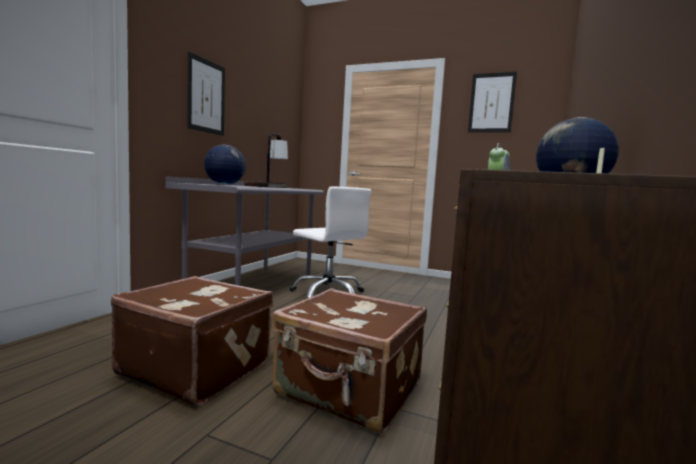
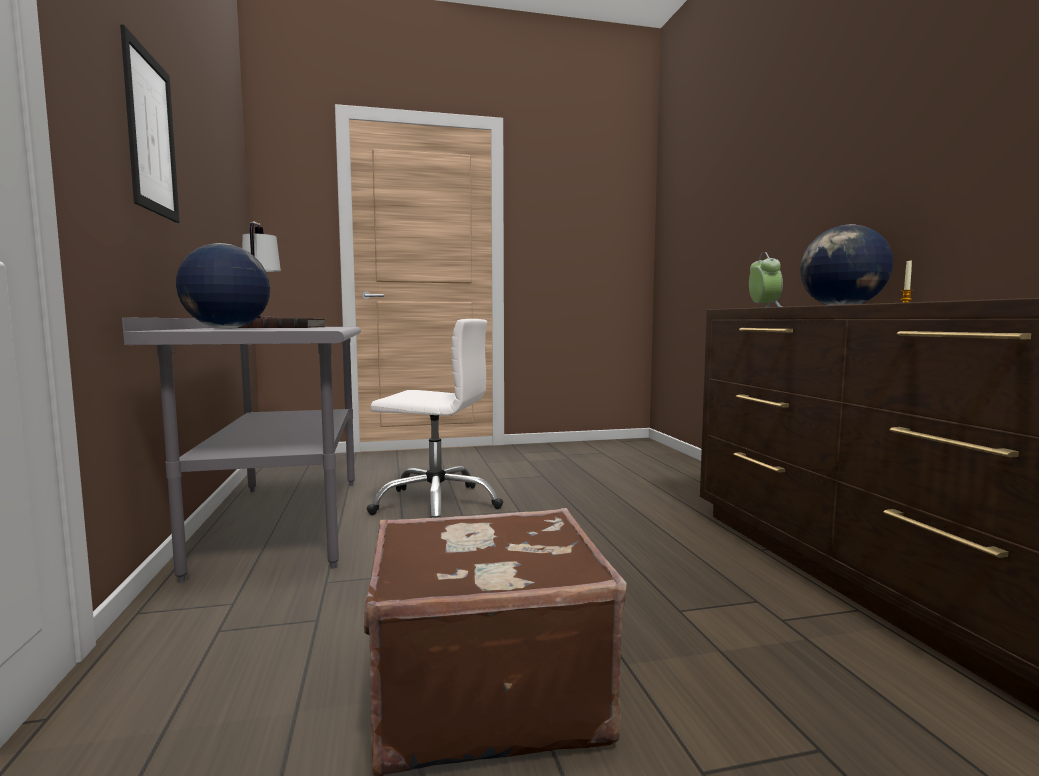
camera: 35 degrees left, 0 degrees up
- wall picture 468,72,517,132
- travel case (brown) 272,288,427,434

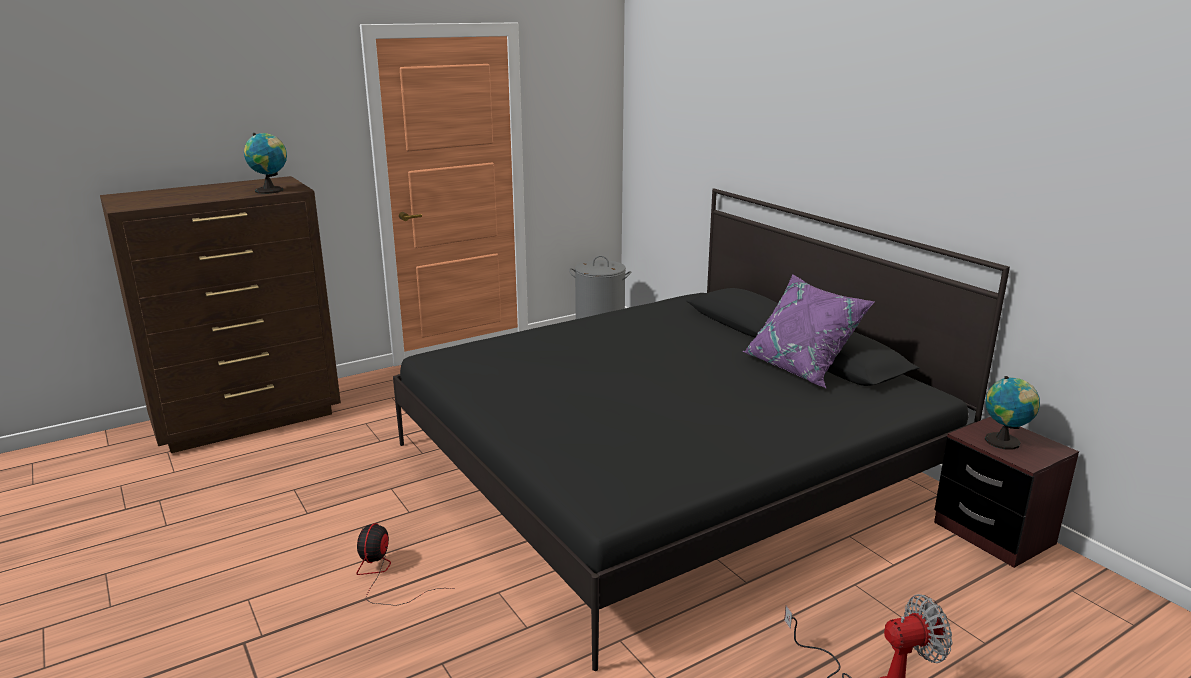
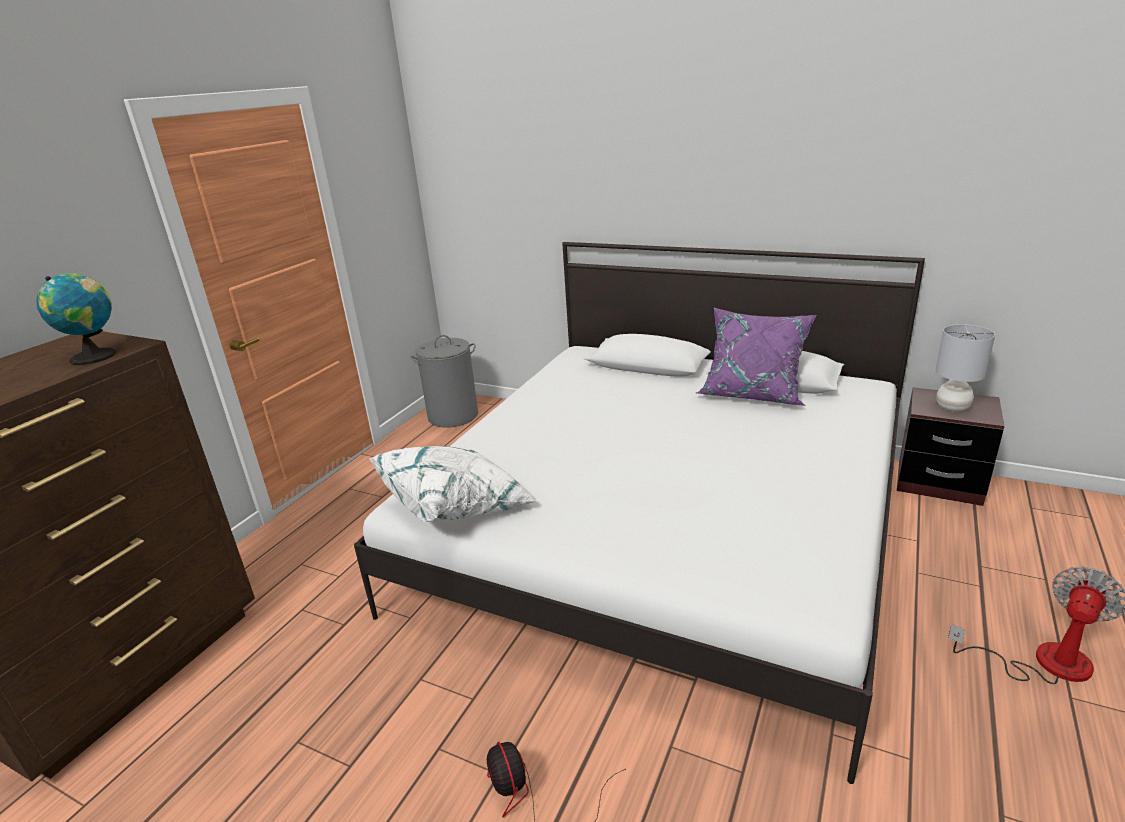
camera: 30 degrees left, 5 degrees up
~ bedroom bed (blackish) 393,188,1010,671 to bedroom bed (whitish) 354,242,925,784
~ desk globe 985,376,1040,450 to tabletop lamp (greyish) 935,324,995,411
+ pillow (whitish) 369,446,538,522

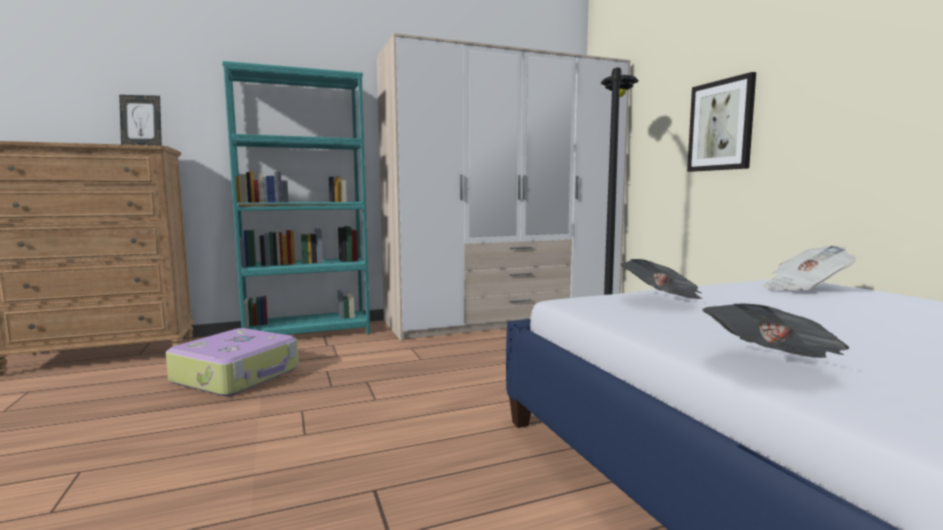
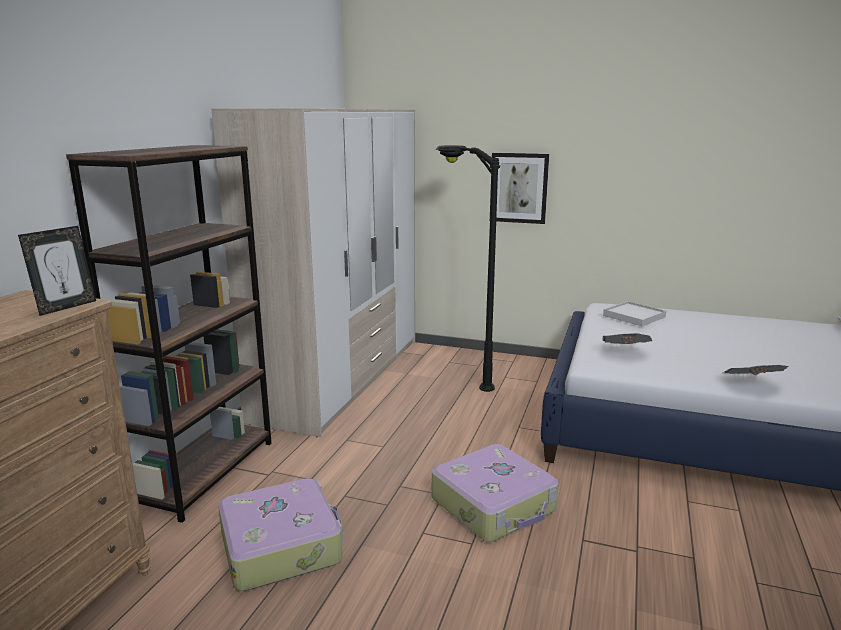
camera: 50 degrees left, 10 degrees up
~ bookcase (turquoise-coloured) 222,61,370,335 to bookcase (brown) 66,145,272,523
~ daily paper 764,246,856,290 to tray (whitish) 603,301,666,326
+ travel case 432,444,559,542

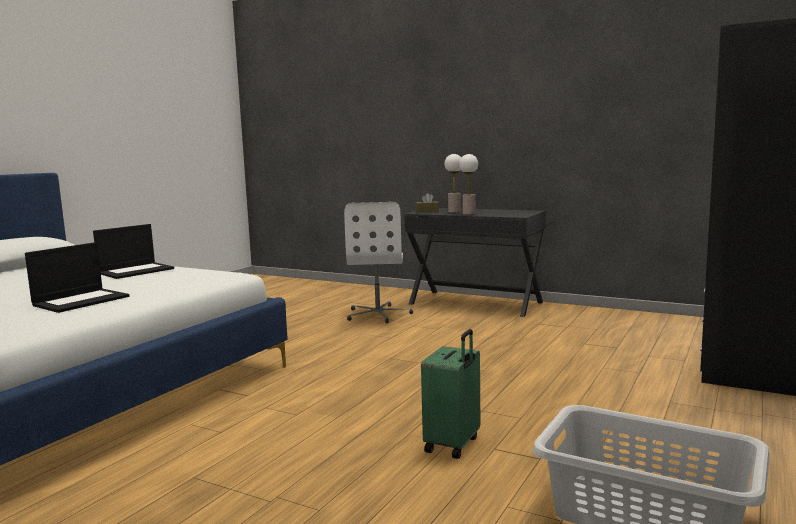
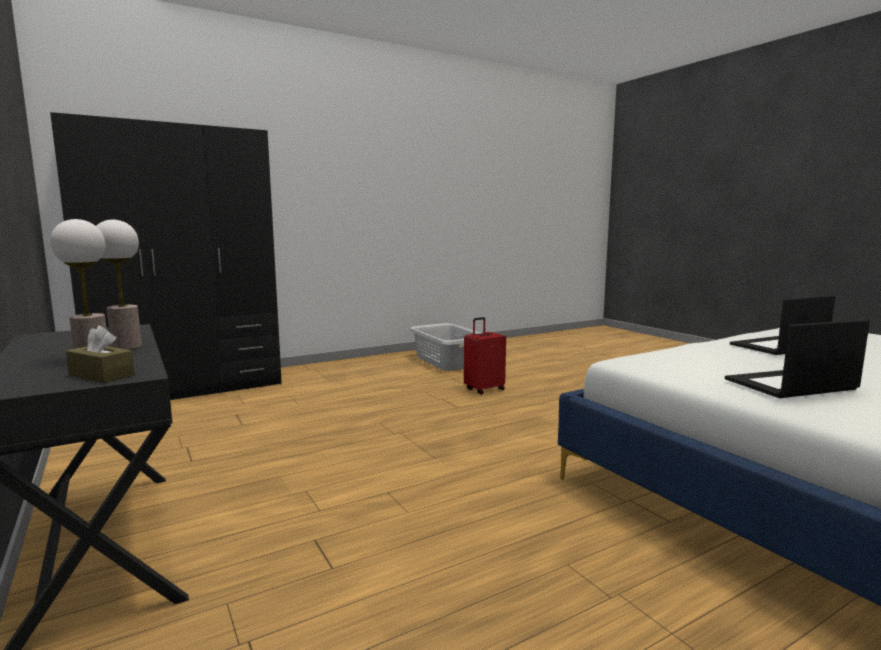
camera: 150 degrees left, 0 degrees up
- desk chair (whitish) 344,202,413,323
~ travel case (green-coloured) 421,329,480,459 to travel case (red-coloured) 464,317,506,395

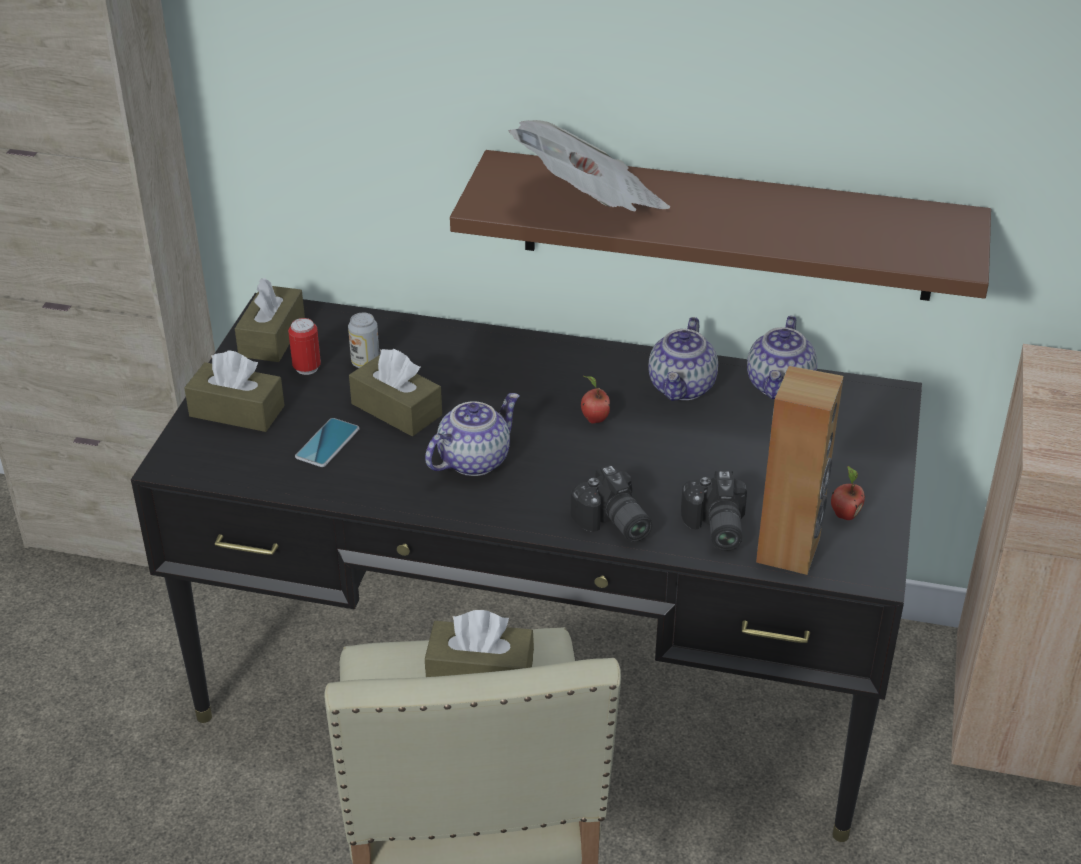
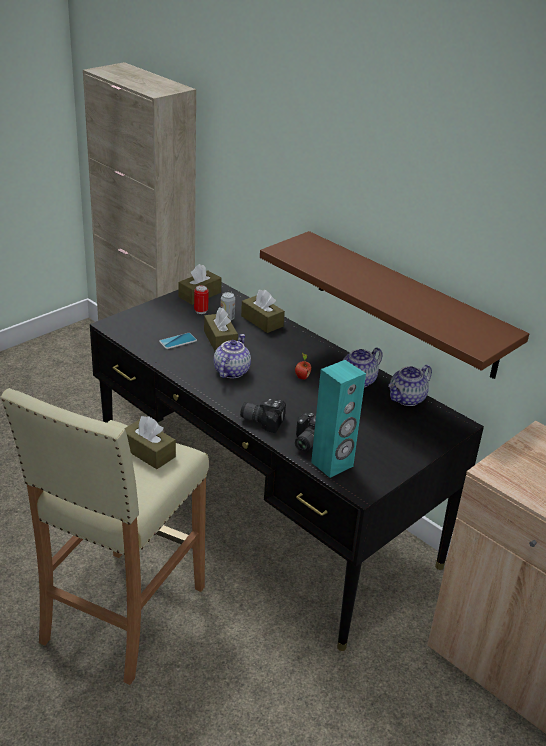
camera: 30 degrees right, 5 degrees down
- daily paper 508,120,670,212
~ box of tissues (brown) 184,350,285,432 to 241,290,285,333
~ loudspeaker (brown) 756,366,844,575 to loudspeaker (turquoise-coloured) 311,360,366,478
~ tea pot 425,393,520,476 = 214,334,251,378 60 degrees counterclockwise
~ photo camera 571,465,652,542 = 240,399,286,433 105 degrees clockwise
- whole apple 831,466,865,520

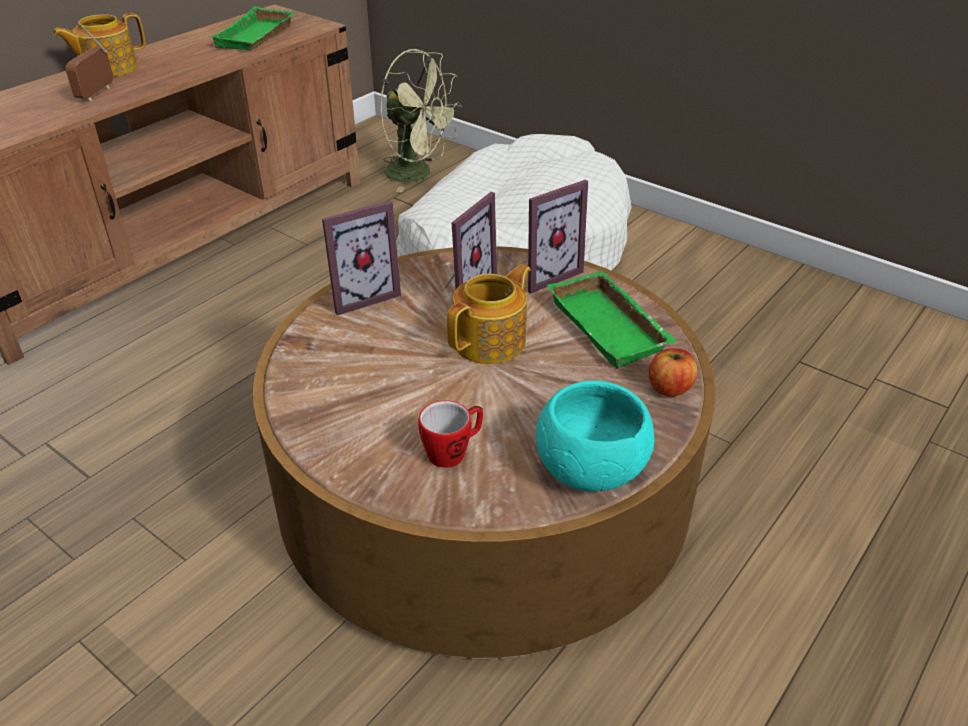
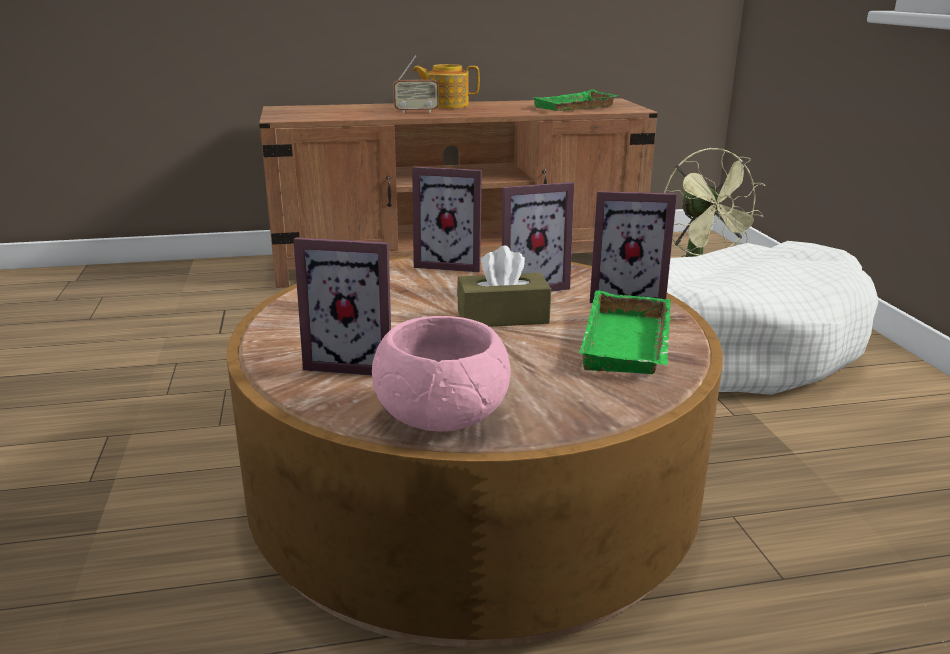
camera: 40 degrees right, 15 degrees down
~ radio set 66,26,113,101 = 393,55,439,113 150 degrees counterclockwise
~ tea pot 447,264,531,364 to box of tissues (brown) 457,246,551,327
- whole apple 649,348,697,397
~ deep dish (turquoise-coloured) 536,381,655,492 to deep dish (pink) 372,316,510,432
~ tea mug 418,400,483,468 to standing frame 293,237,391,375

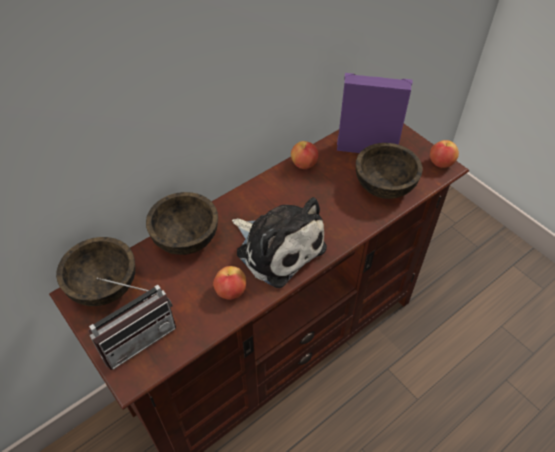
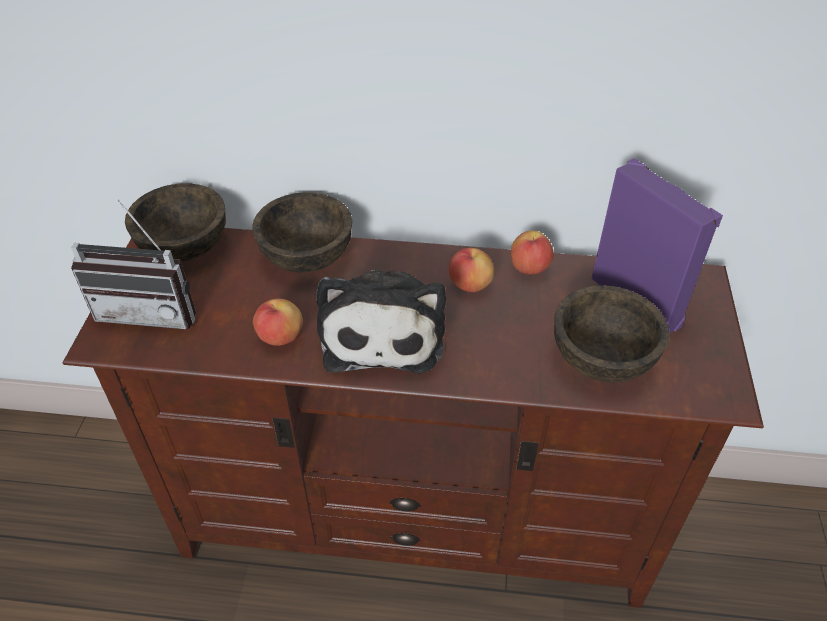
camera: 45 degrees right, 5 degrees down
~ whole apple 430,140,459,168 to 449,248,494,292

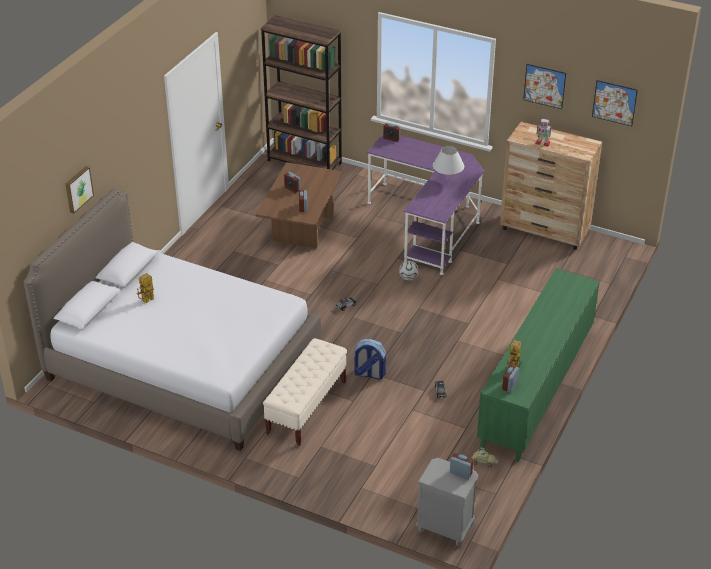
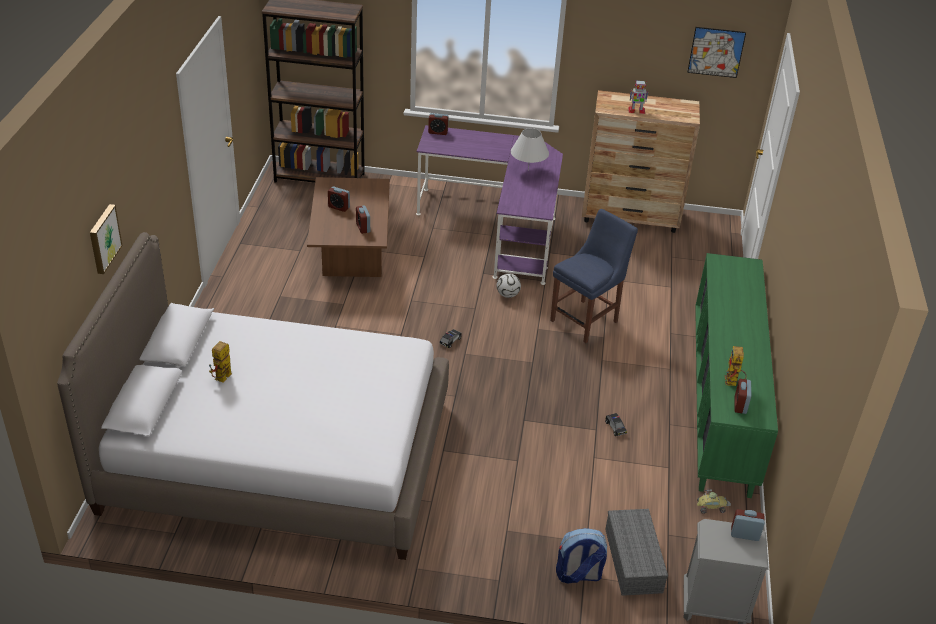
camera: 20 degrees left, 0 degrees up
- wall picture 523,64,566,109
- bench (sand-coloured) 263,338,347,446
~ rucksack 353,339,386,380 to 556,528,607,584
+ upright chair (blue) 550,209,638,343
+ storage container (greyish) 605,509,668,596

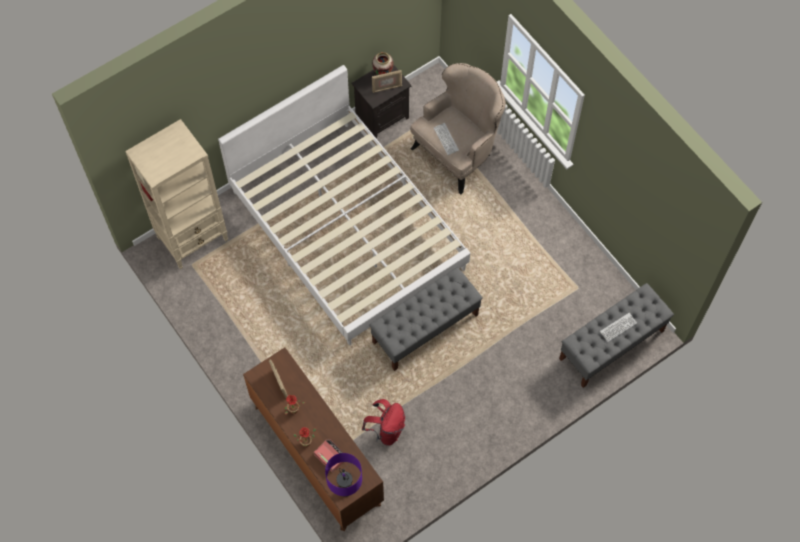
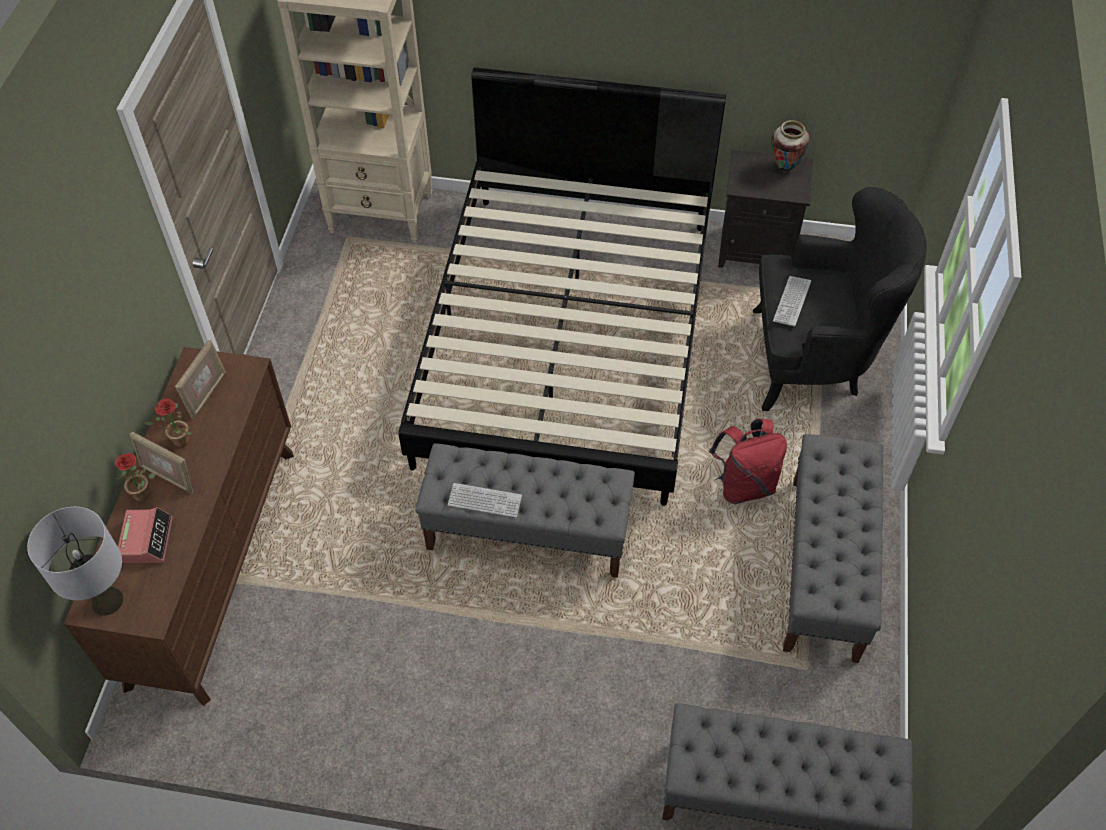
camera: 45 degrees right, 10 degrees down
~ lounge chair (sand-coloured) 410,63,506,194 to lounge chair (blackish) 753,187,927,411
~ bedroom bed (whitish) 218,65,470,345 to bedroom bed (blackish) 398,67,726,506
~ standing frame 372,70,402,93 to 130,432,194,493
~ PC keyboard 600,313,637,342 to 448,483,522,517
~ rucksack (red-coloured) 362,399,405,446 to 709,419,787,504
~ tabletop lamp (purple) 325,453,362,497 to tabletop lamp (greyish) 27,507,123,616
+ bench (greyish) 783,434,883,663

